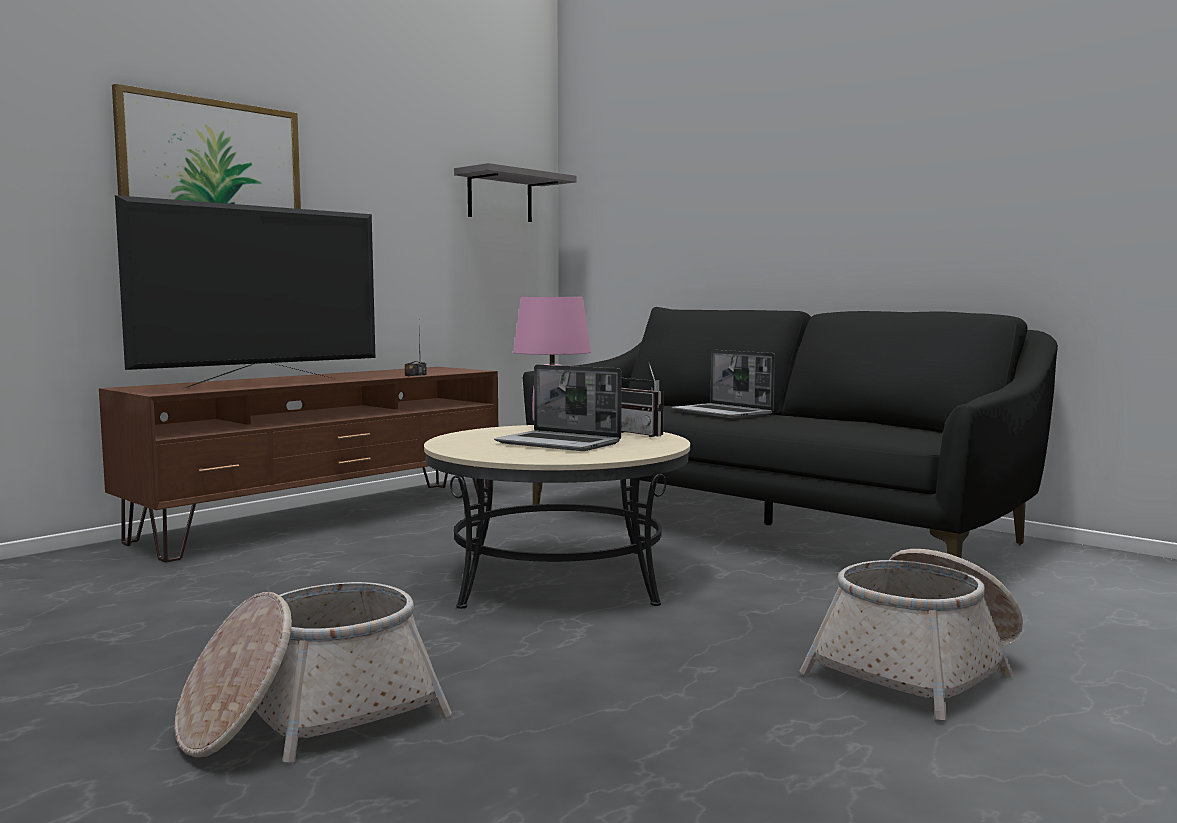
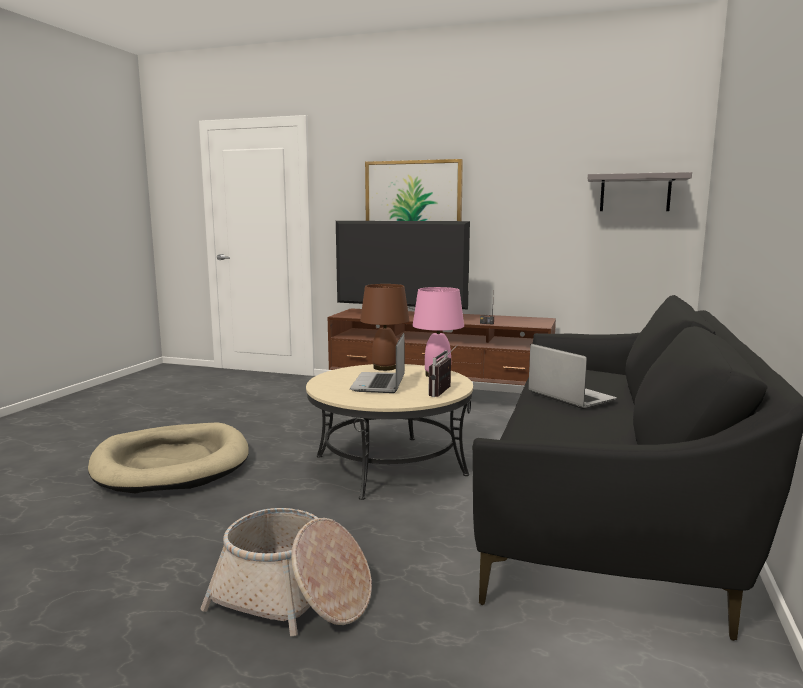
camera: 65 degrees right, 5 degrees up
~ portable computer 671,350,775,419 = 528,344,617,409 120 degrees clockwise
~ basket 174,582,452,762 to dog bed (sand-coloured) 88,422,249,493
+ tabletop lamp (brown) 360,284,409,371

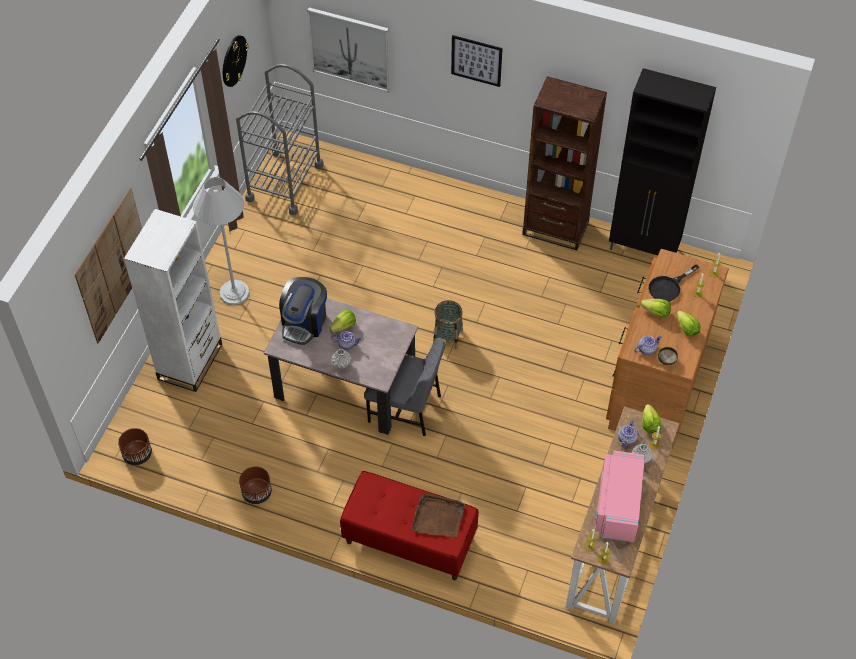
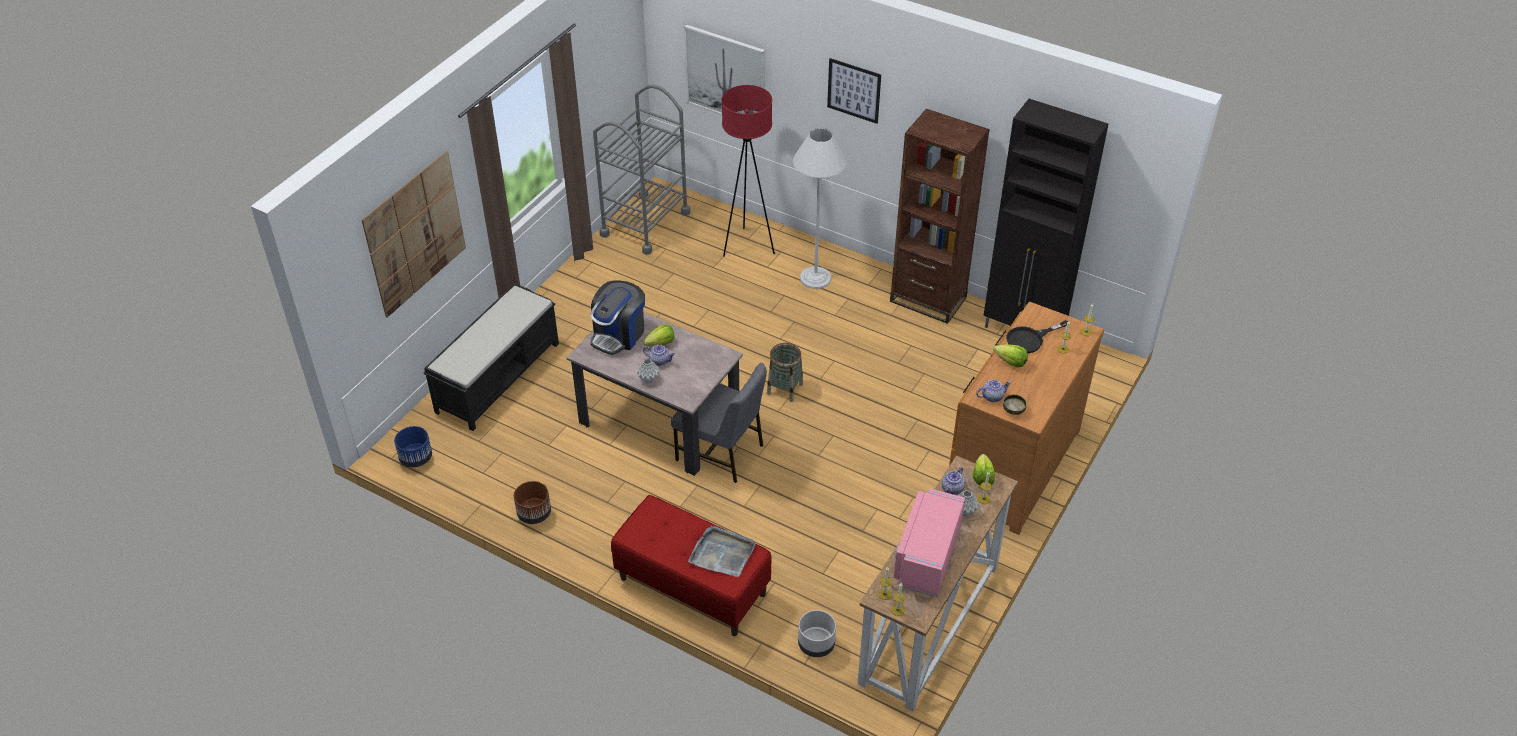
camera: 10 degrees right, 10 degrees down
- hanging clock 223,35,249,87
~ floor lamp (whitish) 193,177,249,305 to 793,128,847,289
~ bookcase (whitish) 124,209,222,392 to bench (blackish) 424,283,559,431
- lettuce 677,311,701,337
~ plant pot (brown) 118,428,152,465 to plant pot (blue) 394,426,432,468
~ tray (brown) 412,493,465,537 to tray (greyish) 688,526,756,577
+ floor lamp (red-coloured) 722,85,775,257
+ plant pot (greyish) 798,610,836,657

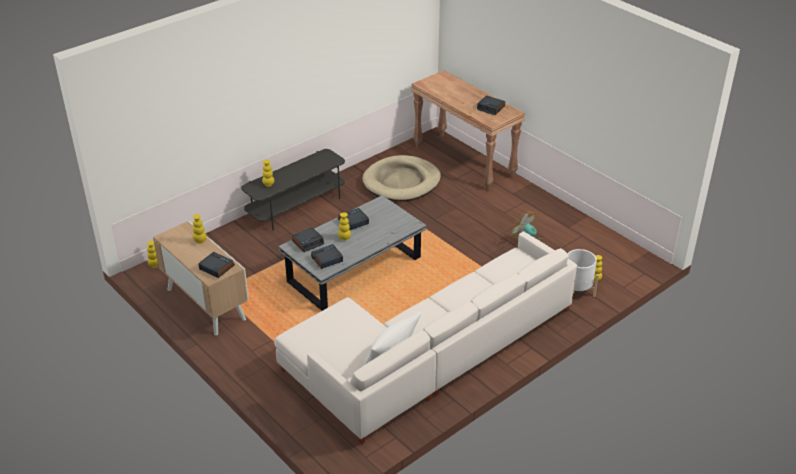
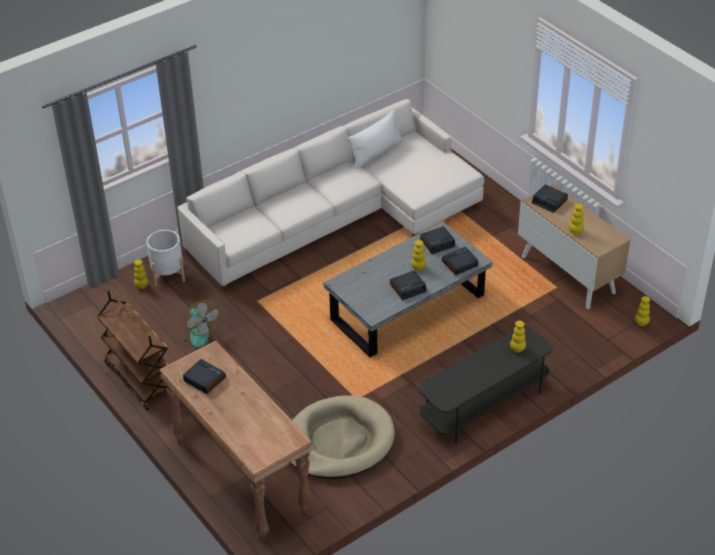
camera: 175 degrees left, 5 degrees up
+ cart (brown) 97,290,168,411

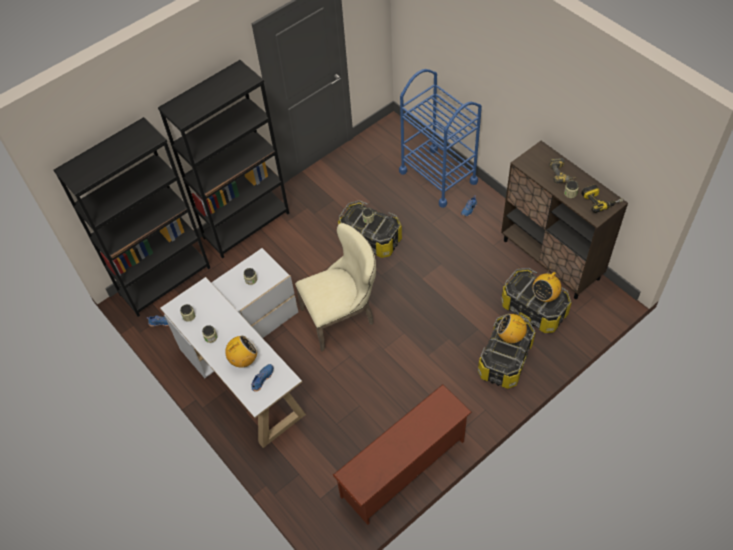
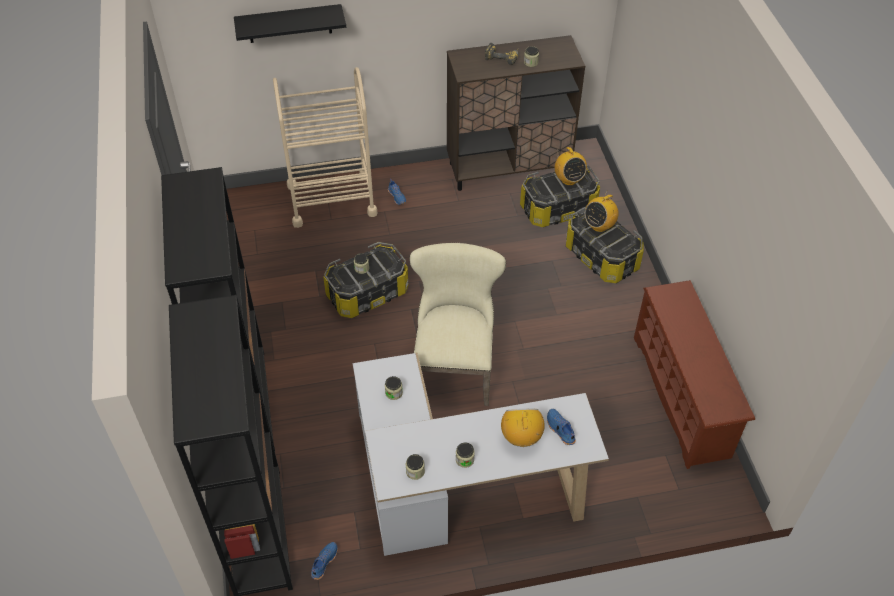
camera: 65 degrees left, 5 degrees down
~ cart (blue) 399,69,482,208 to cart (sand-coloured) 273,67,377,228
- power drill 581,184,623,213
+ shelf (blackish) 234,4,346,43

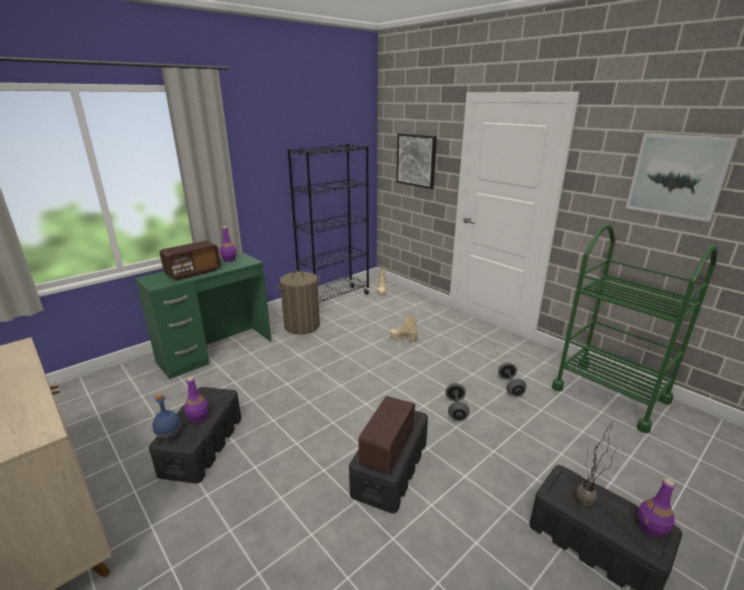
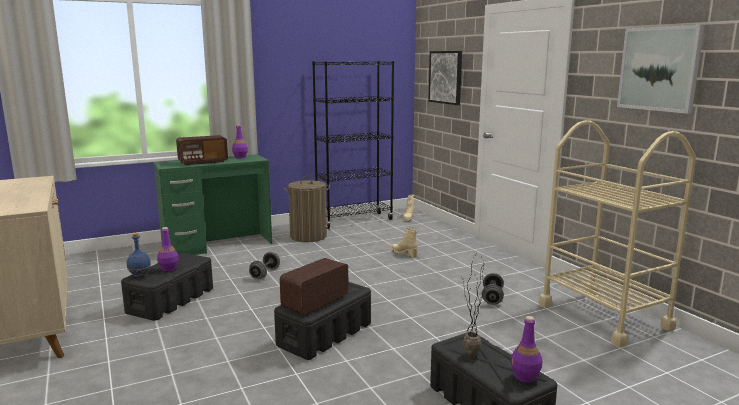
camera: 15 degrees right, 10 degrees down
~ cart (green-coloured) 552,225,717,434 to cart (sand-coloured) 538,120,696,347
~ free weight (greyish) 445,383,470,421 to 249,252,280,279

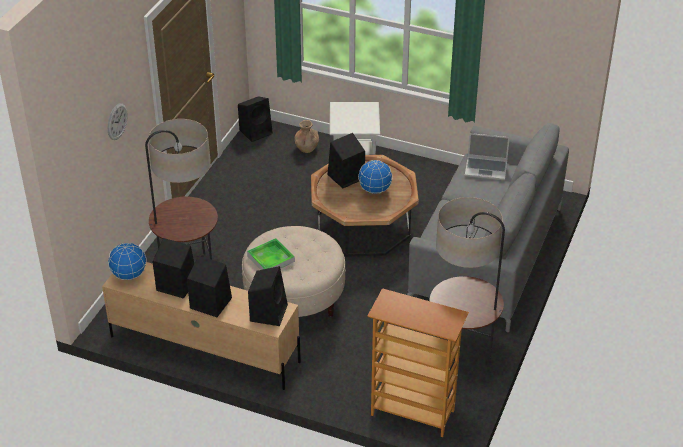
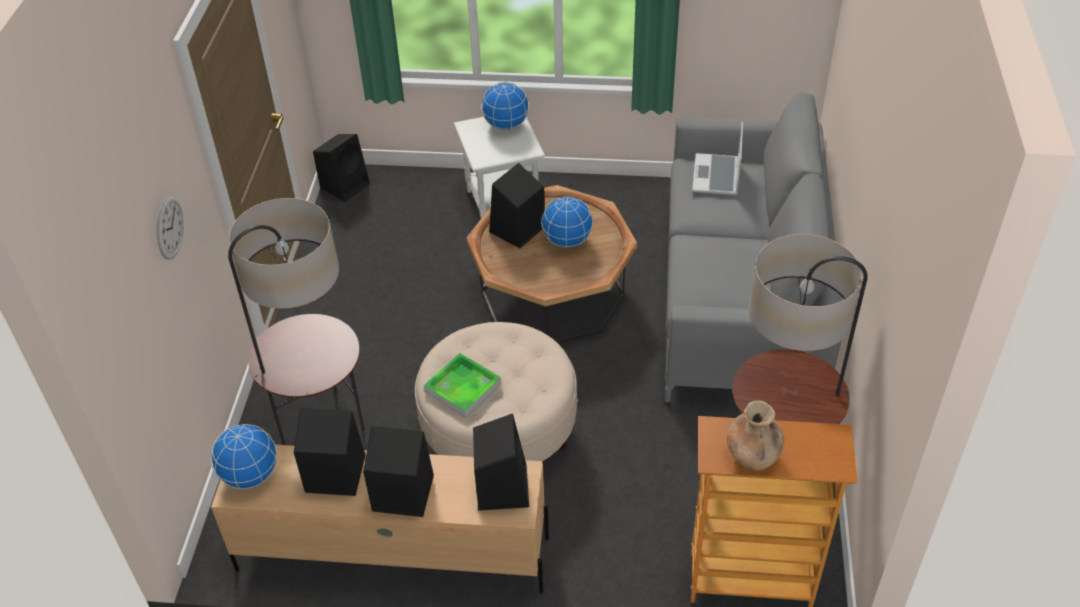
camera: 15 degrees left, 5 degrees up
~ decorative vase (brown) 294,120,319,153 to 727,400,784,471
~ portable computer 465,133,510,180 = 692,122,743,195 105 degrees clockwise
+ desk globe 481,82,529,130

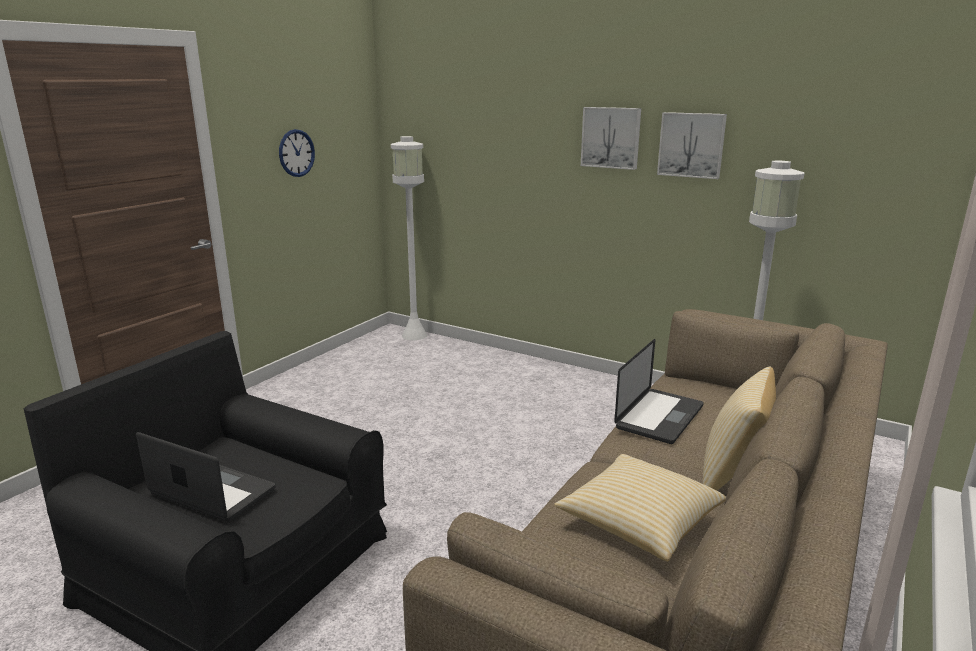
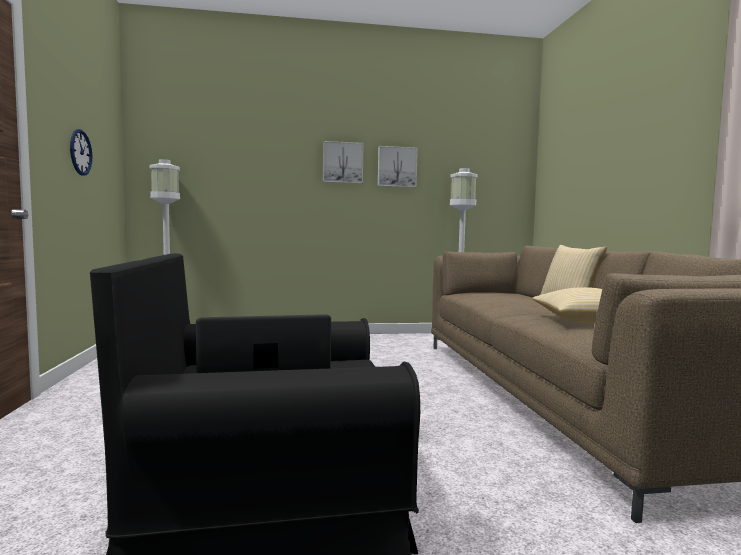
camera: 40 degrees left, 15 degrees down
- portable computer 614,339,704,444

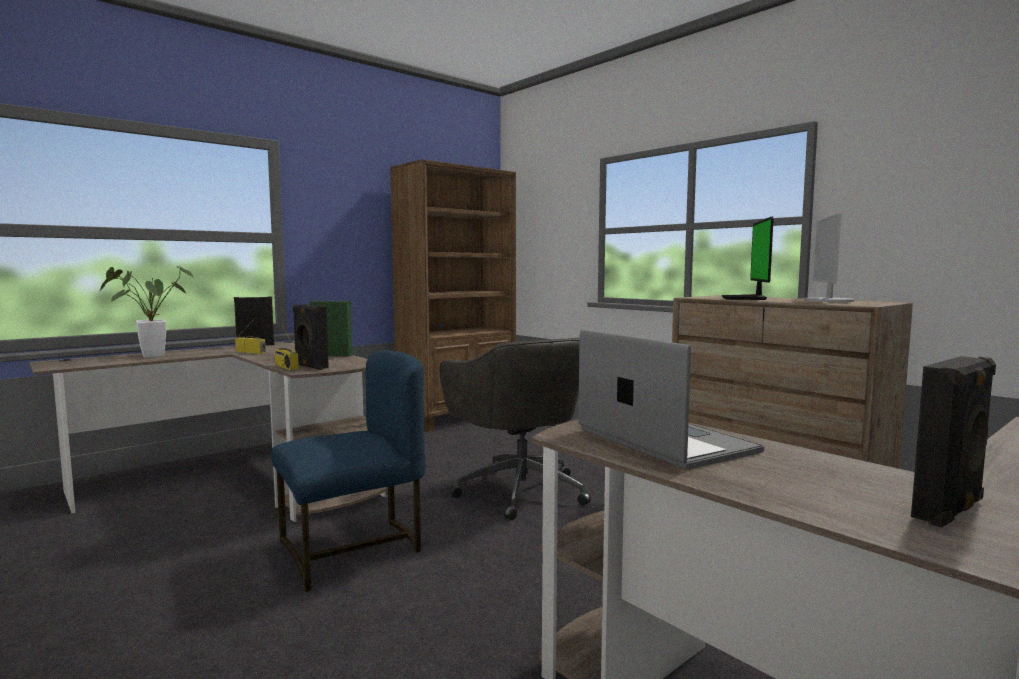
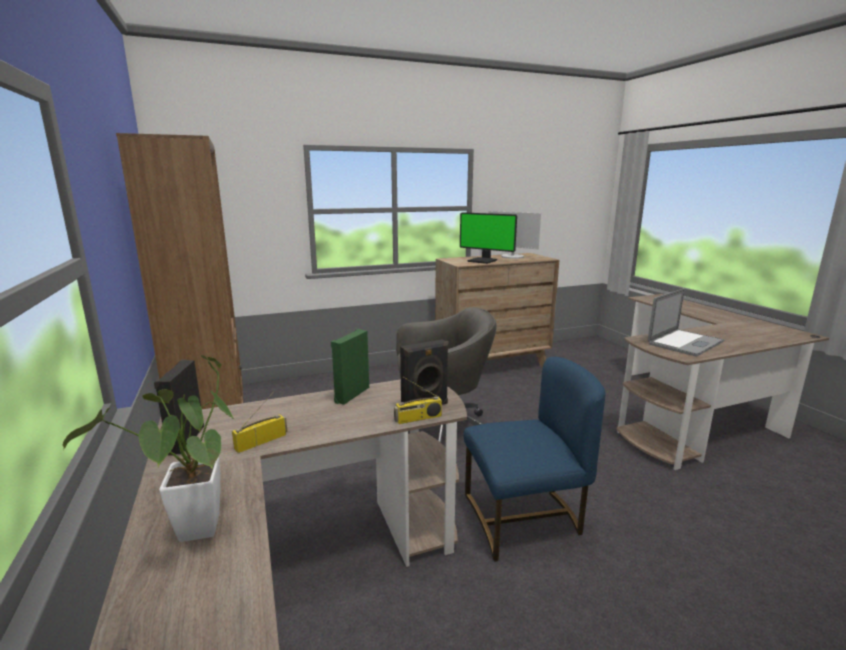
camera: 70 degrees left, 10 degrees up
~ portable computer 578,329,764,470 = 648,288,724,356 150 degrees clockwise
~ upright chair (blue) 271,351,426,592 = 464,357,606,562 90 degrees clockwise
- loudspeaker (blackish) 911,356,996,527

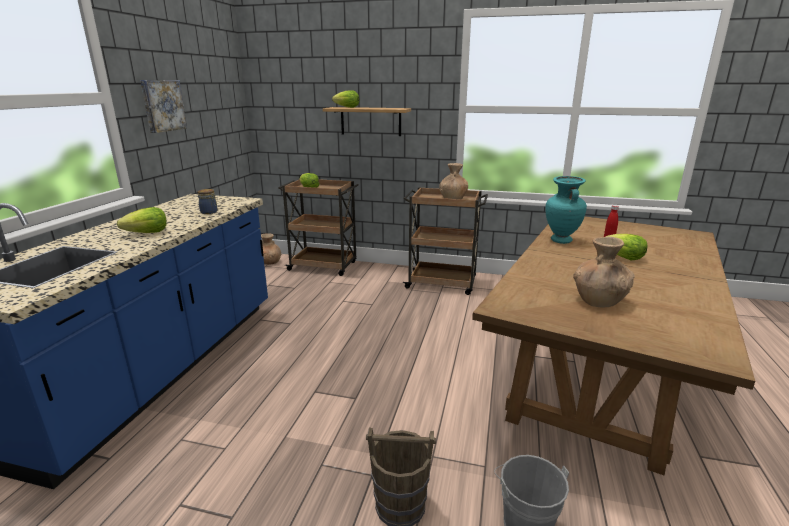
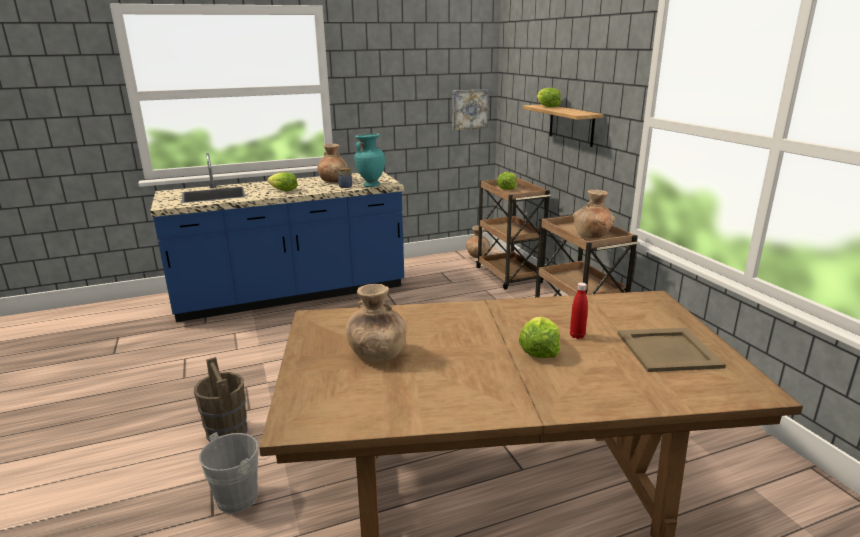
camera: 55 degrees right, 0 degrees up
~ wall picture 140,80,187,133 to 452,89,489,130
~ decorative vase (turquoise-coloured) 545,176,587,244 to 354,133,385,187
+ decorative vase (brown) 317,144,348,183
+ tray (sand-coloured) 618,328,726,372

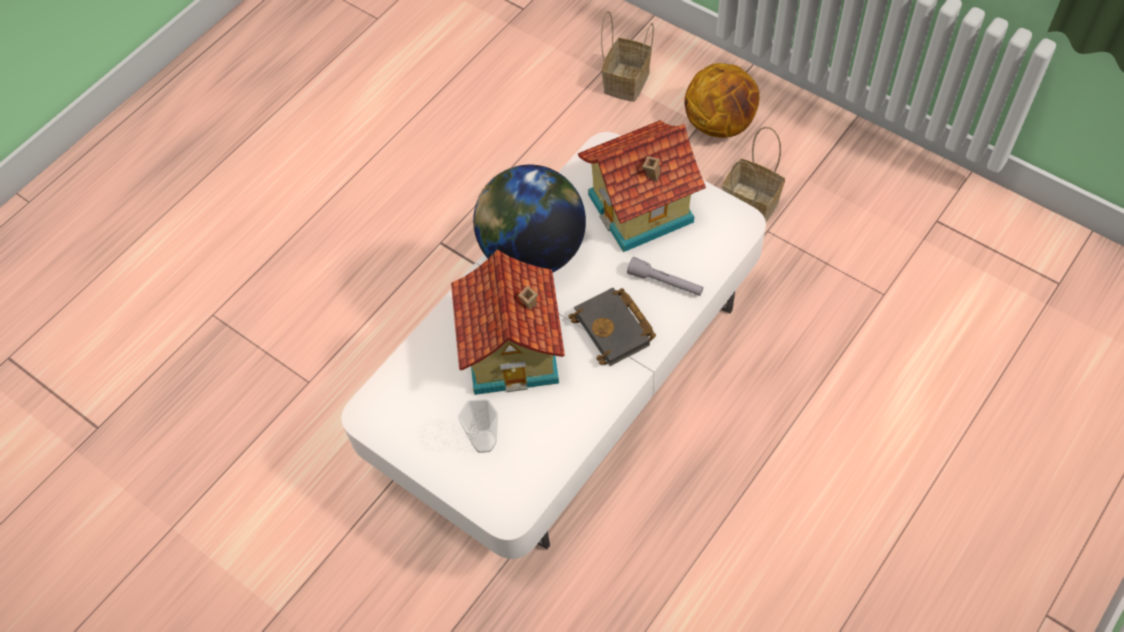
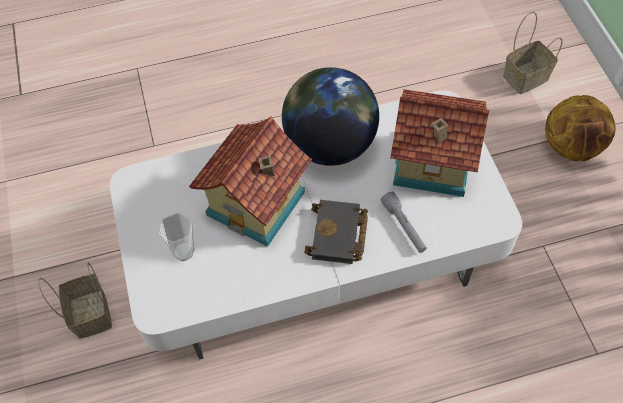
camera: 35 degrees right, 0 degrees up
~ basket 722,127,785,222 to 38,262,112,339

